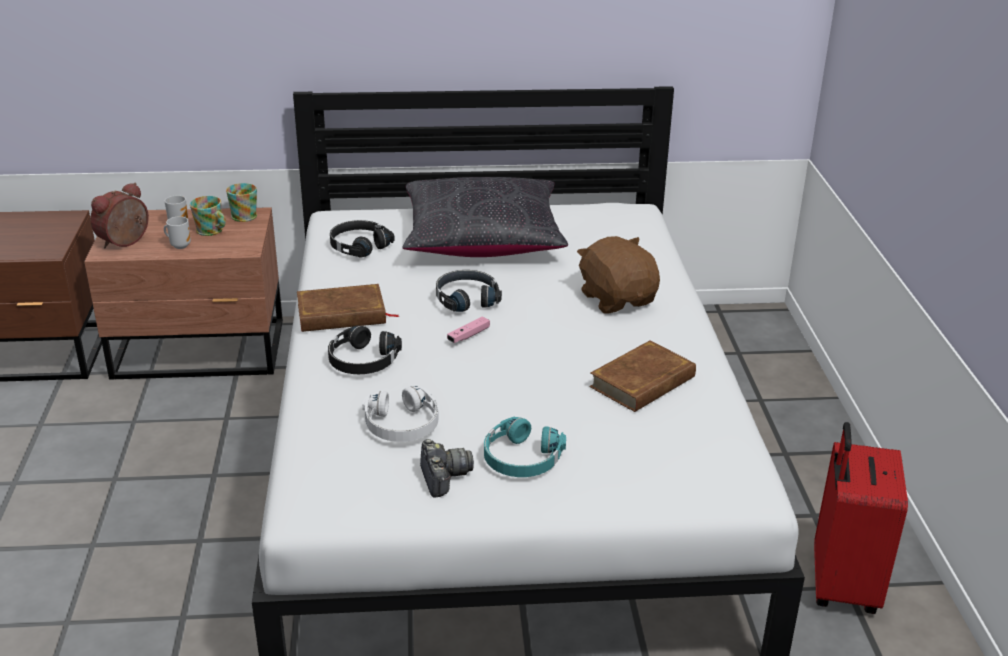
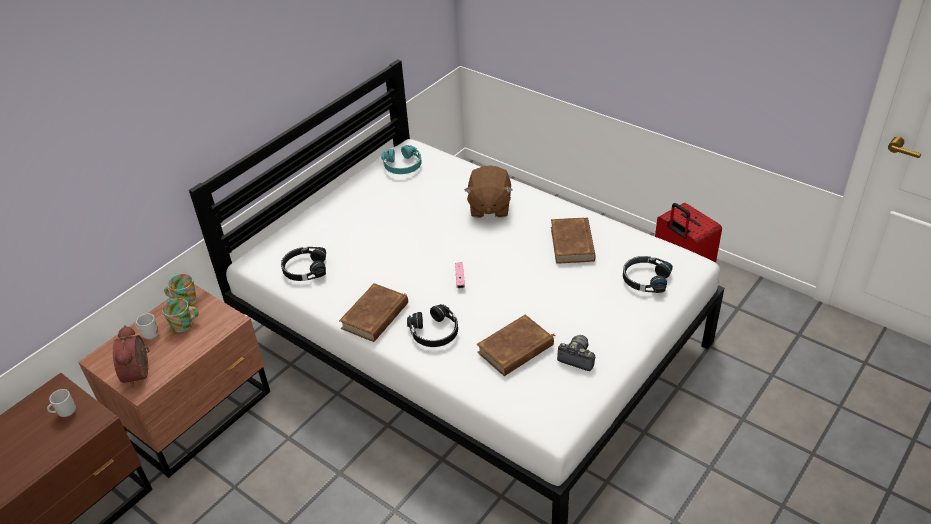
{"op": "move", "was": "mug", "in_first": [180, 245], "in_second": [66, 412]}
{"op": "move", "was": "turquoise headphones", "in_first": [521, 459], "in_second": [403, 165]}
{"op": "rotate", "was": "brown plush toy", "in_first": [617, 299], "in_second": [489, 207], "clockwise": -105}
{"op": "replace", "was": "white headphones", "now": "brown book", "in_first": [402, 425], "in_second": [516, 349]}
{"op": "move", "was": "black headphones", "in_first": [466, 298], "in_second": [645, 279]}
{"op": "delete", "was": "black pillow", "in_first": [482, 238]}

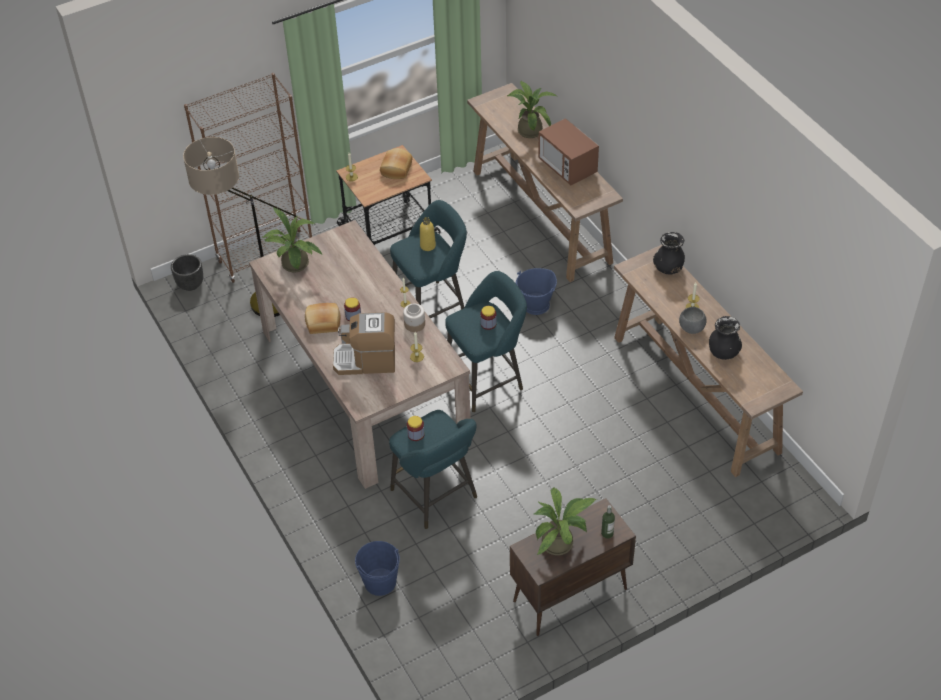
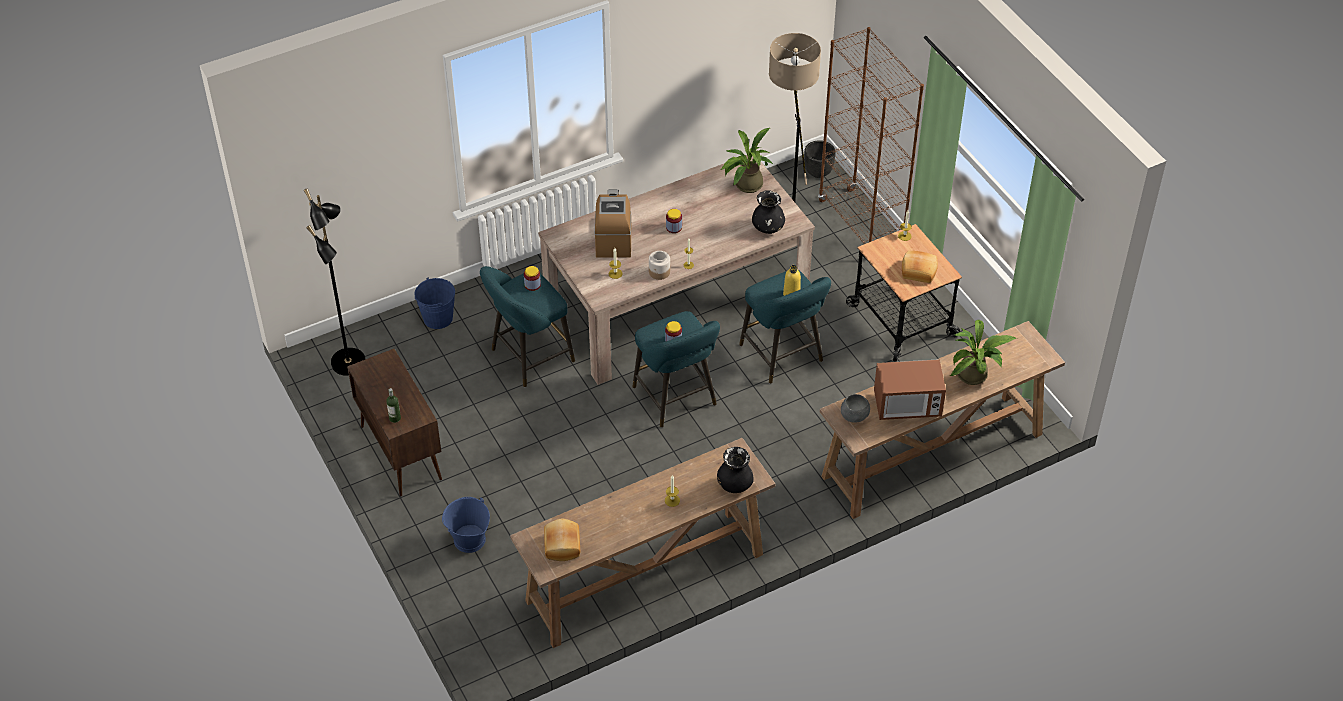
{"op": "insert", "now": "black floor lamp", "in_second": [349, 363]}
{"op": "move", "was": "blue bucket", "in_first": [536, 305], "in_second": [469, 540]}
{"op": "move", "was": "bread", "in_first": [323, 324], "in_second": [561, 545]}
{"op": "move", "was": "black vase", "in_first": [723, 352], "in_second": [768, 228]}
{"op": "move", "was": "grey bowl", "in_first": [692, 328], "in_second": [854, 417]}
{"op": "rotate", "was": "microwave", "in_first": [567, 167], "in_second": [907, 405], "clockwise": -150}
{"op": "delete", "was": "potted plant", "in_first": [561, 543]}

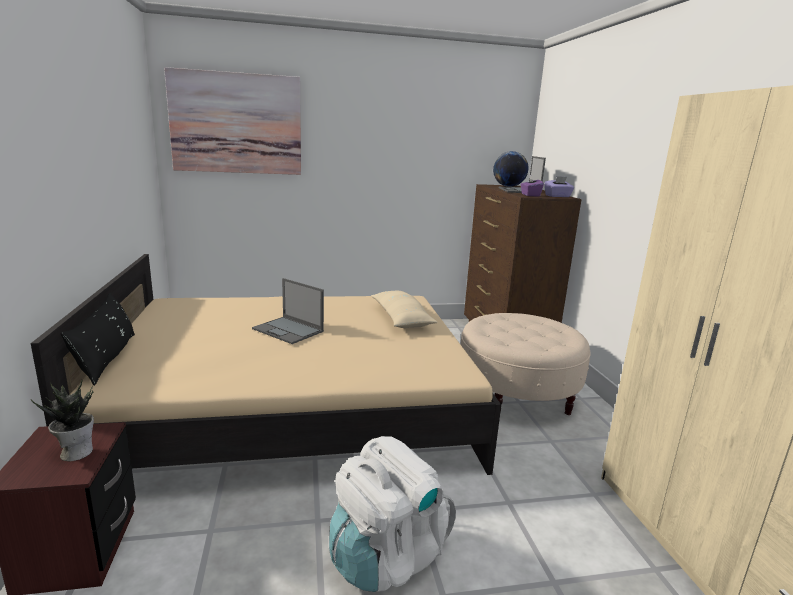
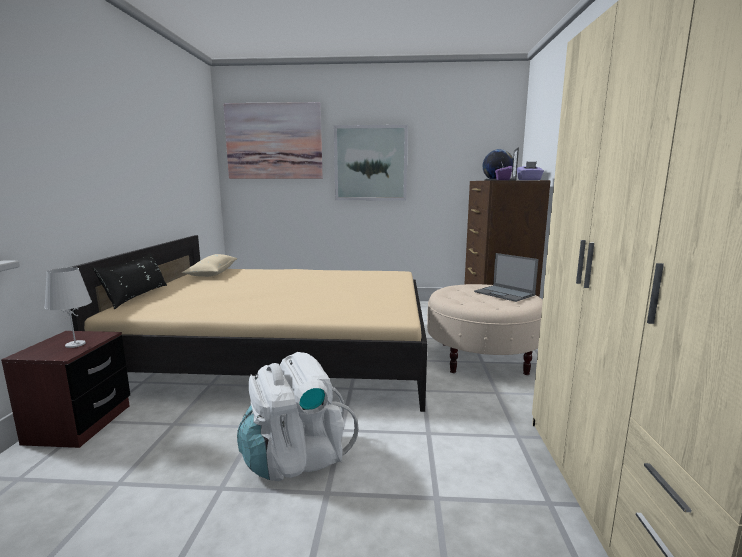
{"op": "replace", "was": "potted plant", "now": "white table lamp", "in_first": [76, 452], "in_second": [75, 344]}
{"op": "move", "was": "beige pillow", "in_first": [401, 318], "in_second": [212, 273]}
{"op": "insert", "now": "picture", "in_second": [370, 163]}
{"op": "move", "was": "laptop", "in_first": [288, 330], "in_second": [505, 293]}

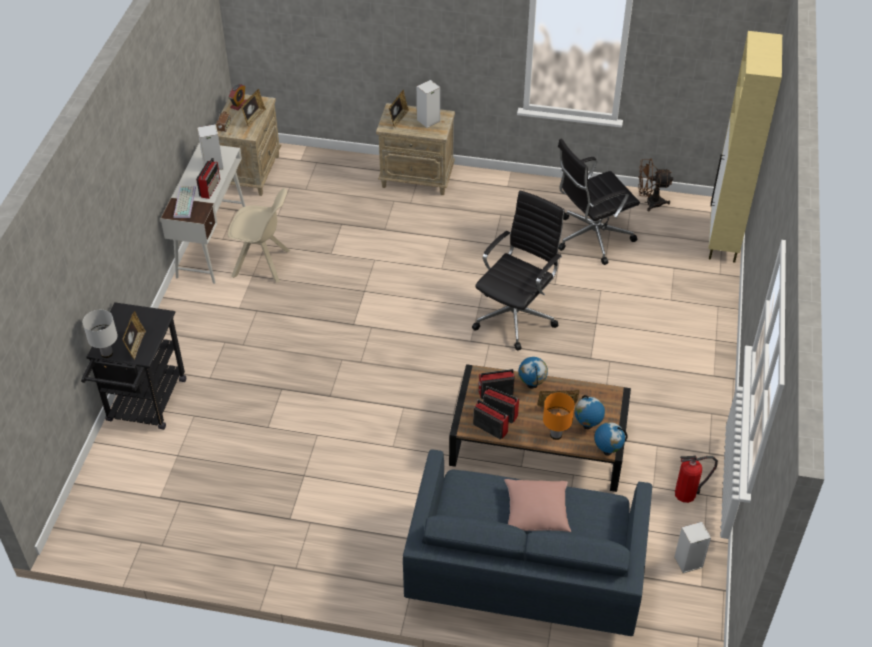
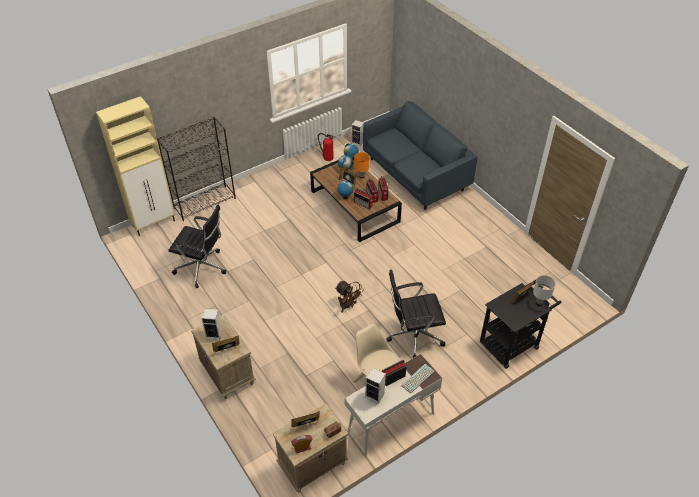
{"op": "insert", "now": "black bookcase", "in_second": [205, 203]}
{"op": "move", "was": "brown fan", "in_first": [649, 202], "in_second": [347, 306]}
{"op": "move", "was": "black office chair", "in_first": [516, 316], "in_second": [413, 336]}
{"op": "delete", "was": "pink pillow", "in_first": [536, 512]}

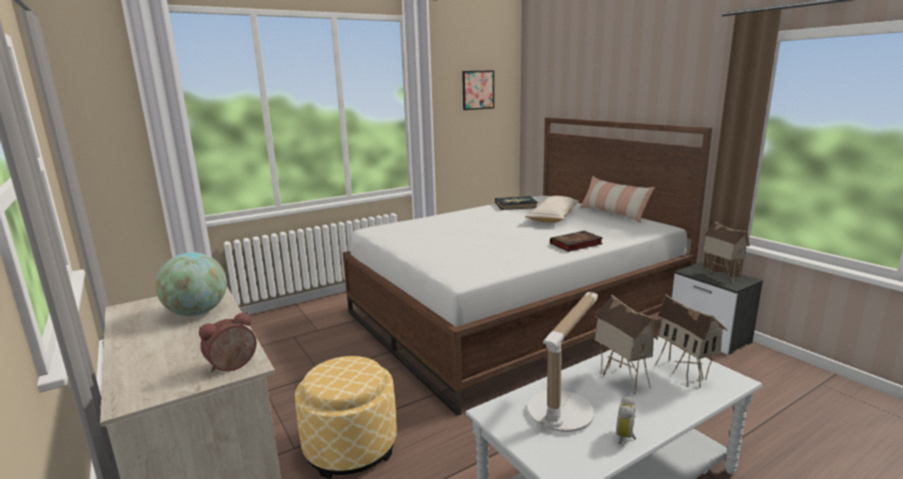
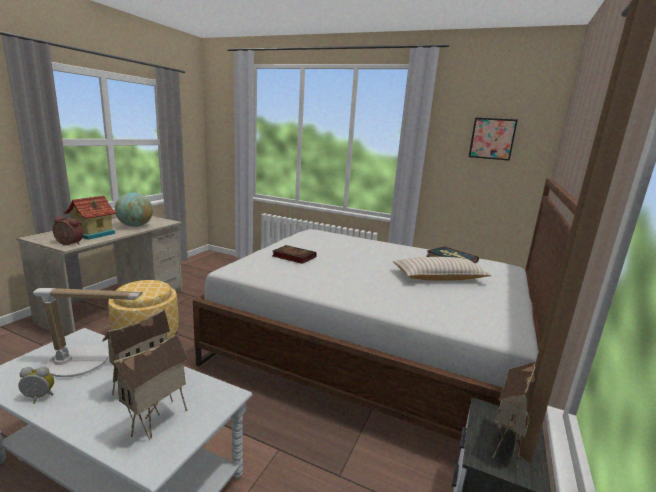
{"op": "insert", "now": "toy house", "in_second": [94, 234]}
{"op": "move", "was": "book", "in_first": [575, 244], "in_second": [292, 256]}
{"op": "delete", "was": "pillow", "in_first": [613, 213]}

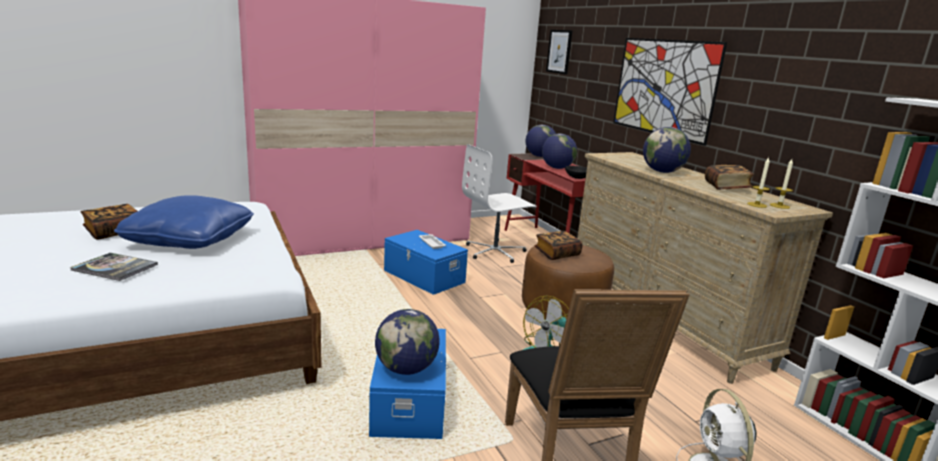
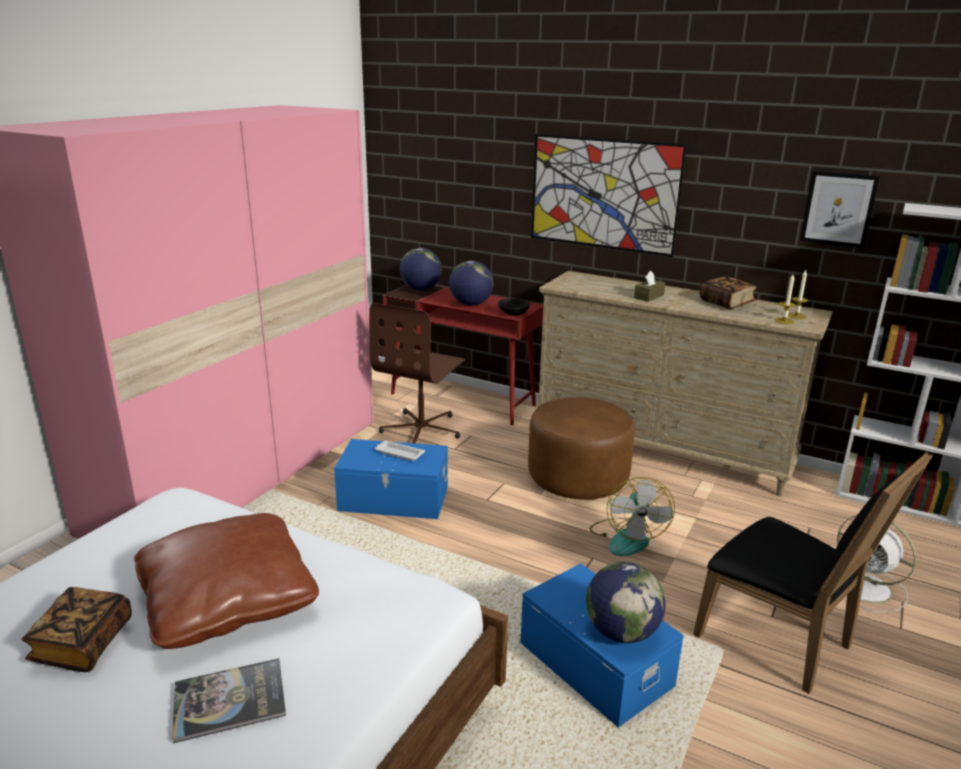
{"op": "recolor", "was": "blue pillow", "now": "brown pillow", "in_first": [189, 240], "in_second": [228, 600]}
{"op": "recolor", "was": "white office chair", "now": "brown office chair", "in_first": [495, 251], "in_second": [422, 429]}
{"op": "replace", "was": "globe", "now": "brown tissue box", "in_first": [662, 172], "in_second": [649, 296]}
{"op": "move", "was": "picture", "in_first": [559, 51], "in_second": [838, 209]}
{"op": "delete", "was": "book", "in_first": [557, 254]}

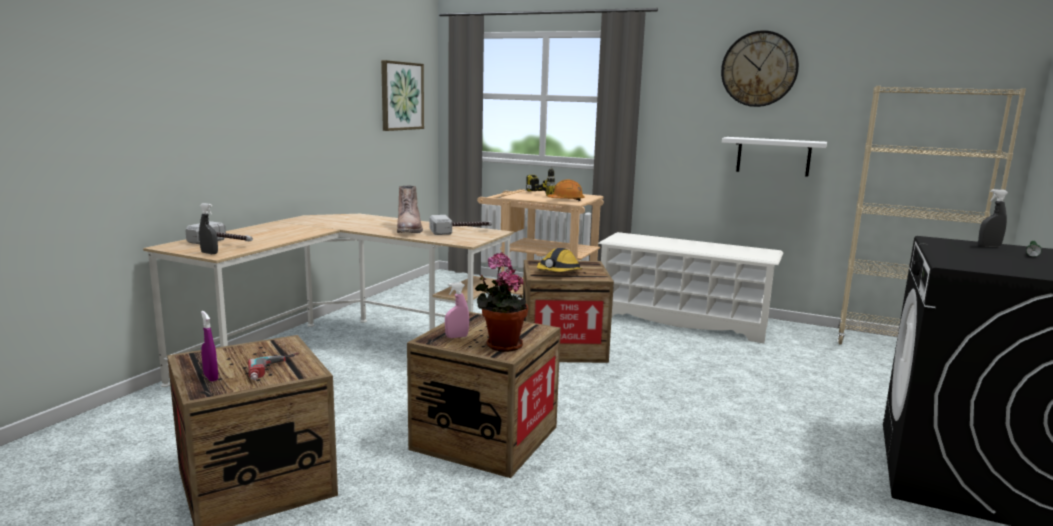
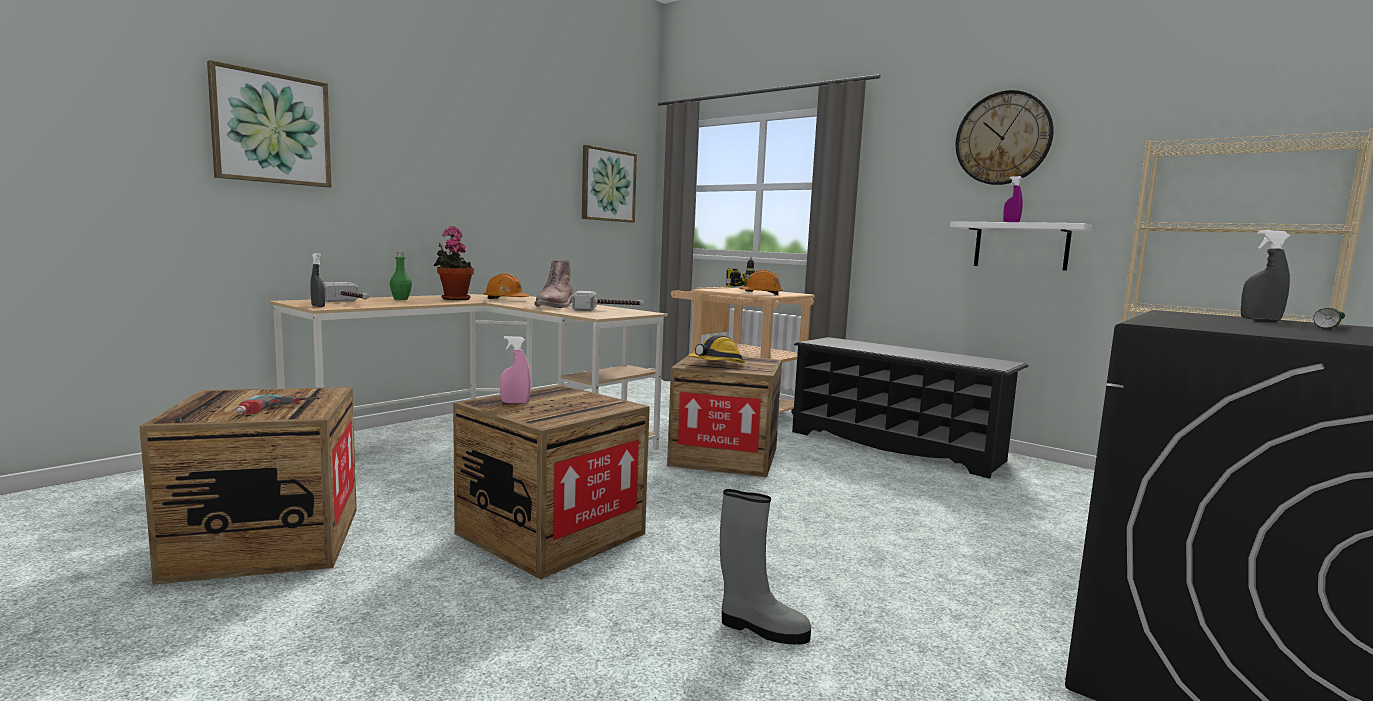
{"op": "insert", "now": "picture", "in_second": [271, 128]}
{"op": "insert", "now": "green bottle", "in_second": [401, 299]}
{"op": "move", "was": "potted plant", "in_first": [501, 345], "in_second": [454, 299]}
{"op": "insert", "now": "orange hard hat", "in_second": [506, 300]}
{"op": "insert", "now": "grey boot", "in_second": [761, 628]}
{"op": "recolor", "was": "white shoe rack", "now": "black shoe rack", "in_first": [683, 321], "in_second": [896, 446]}
{"op": "move", "was": "purple spray bottle", "in_first": [211, 377], "in_second": [1011, 222]}

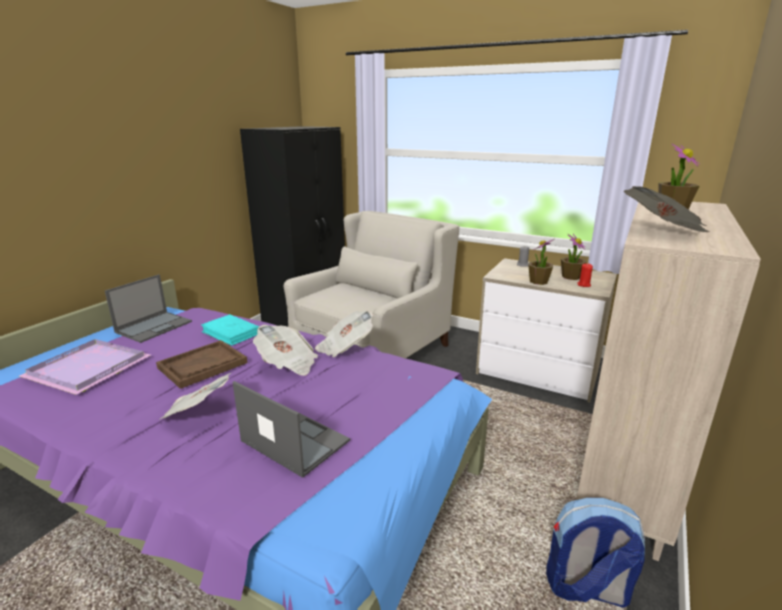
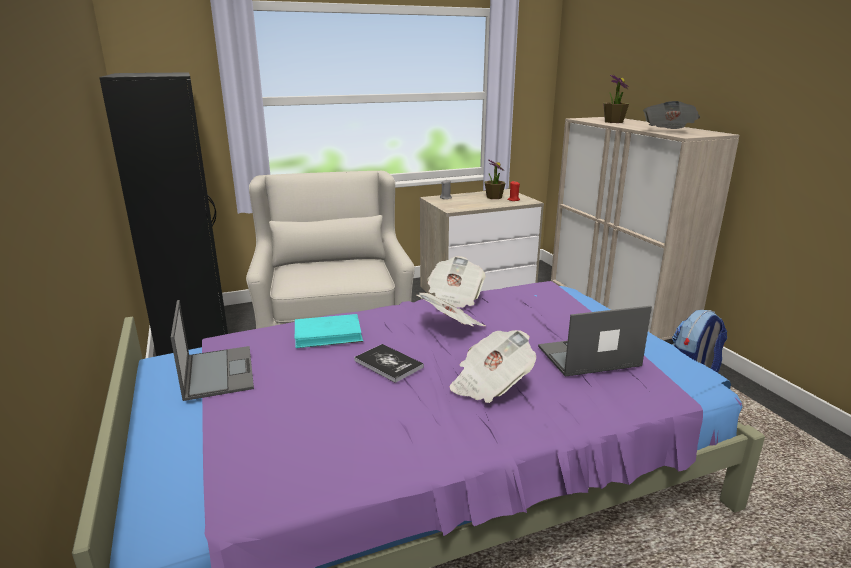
{"op": "replace", "was": "brown tray", "now": "book", "in_first": [202, 365], "in_second": [388, 364]}
{"op": "delete", "was": "purple tray", "in_first": [89, 367]}
{"op": "delete", "was": "potted plant", "in_first": [538, 281]}

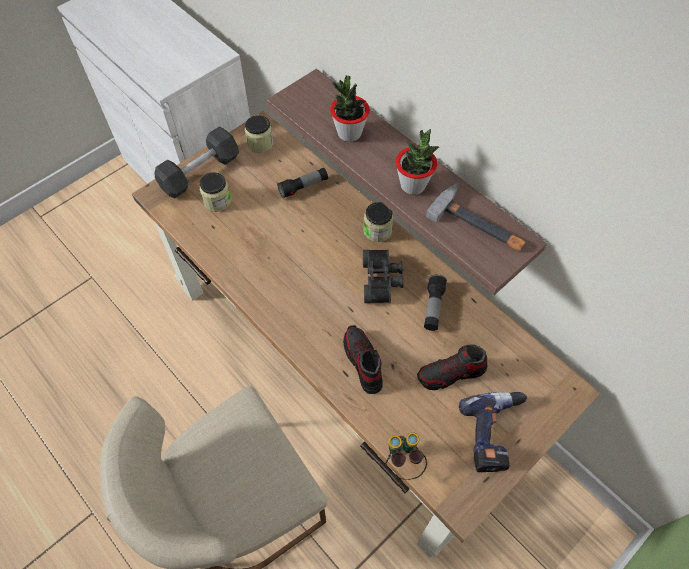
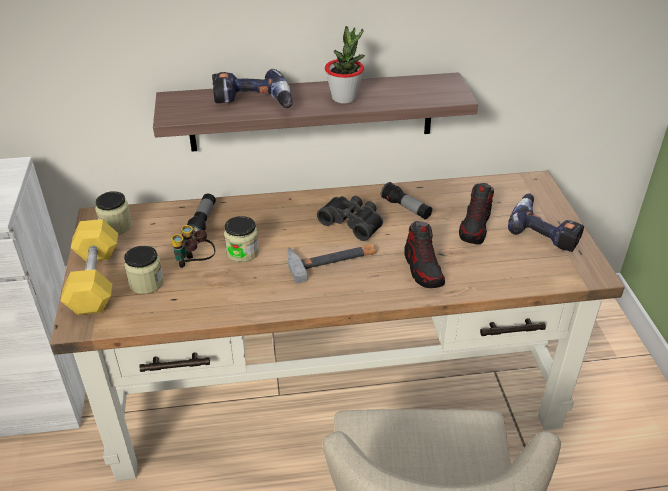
{"op": "recolor", "was": "grey dumbbell", "now": "yellow dumbbell", "in_first": [200, 172], "in_second": [95, 280]}
{"op": "move", "was": "binoculars", "in_first": [403, 462], "in_second": [195, 265]}
{"op": "replace", "was": "potted plant", "now": "power drill", "in_first": [349, 133], "in_second": [253, 103]}
{"op": "move", "was": "jar", "in_first": [377, 231], "in_second": [242, 252]}
{"op": "move", "was": "hammer", "in_first": [479, 224], "in_second": [332, 260]}
{"op": "rotate", "was": "shoe", "in_first": [363, 362], "in_second": [423, 268], "clockwise": -120}

